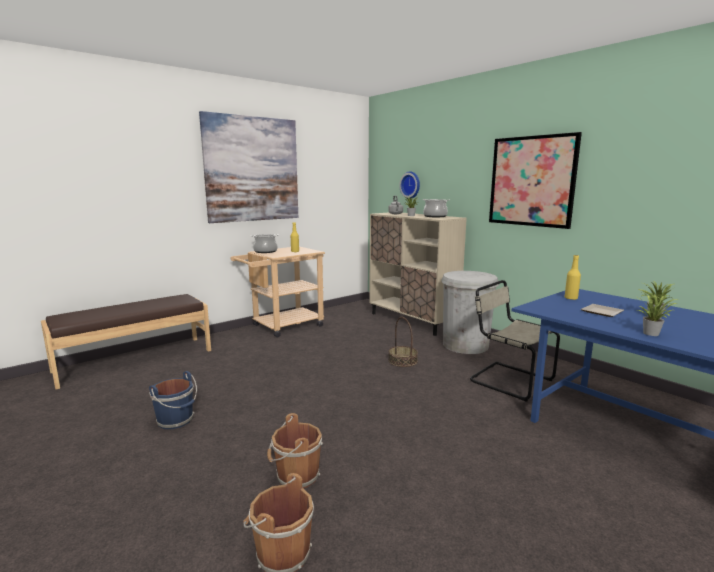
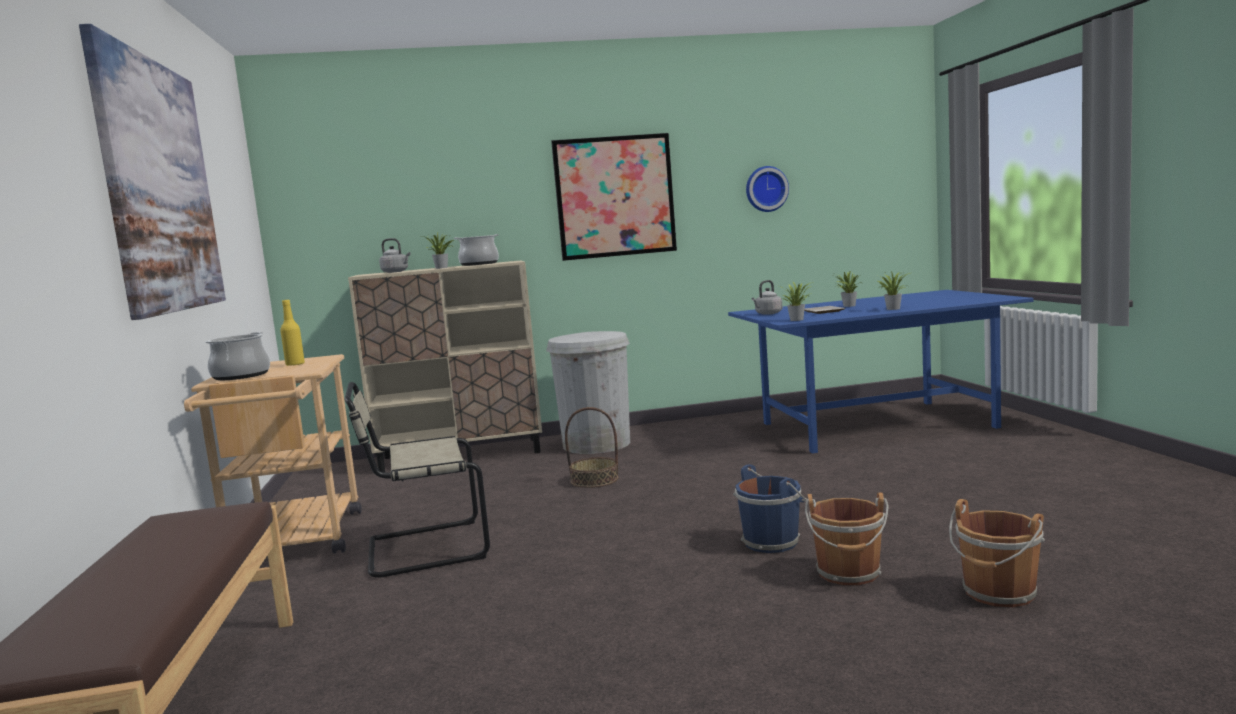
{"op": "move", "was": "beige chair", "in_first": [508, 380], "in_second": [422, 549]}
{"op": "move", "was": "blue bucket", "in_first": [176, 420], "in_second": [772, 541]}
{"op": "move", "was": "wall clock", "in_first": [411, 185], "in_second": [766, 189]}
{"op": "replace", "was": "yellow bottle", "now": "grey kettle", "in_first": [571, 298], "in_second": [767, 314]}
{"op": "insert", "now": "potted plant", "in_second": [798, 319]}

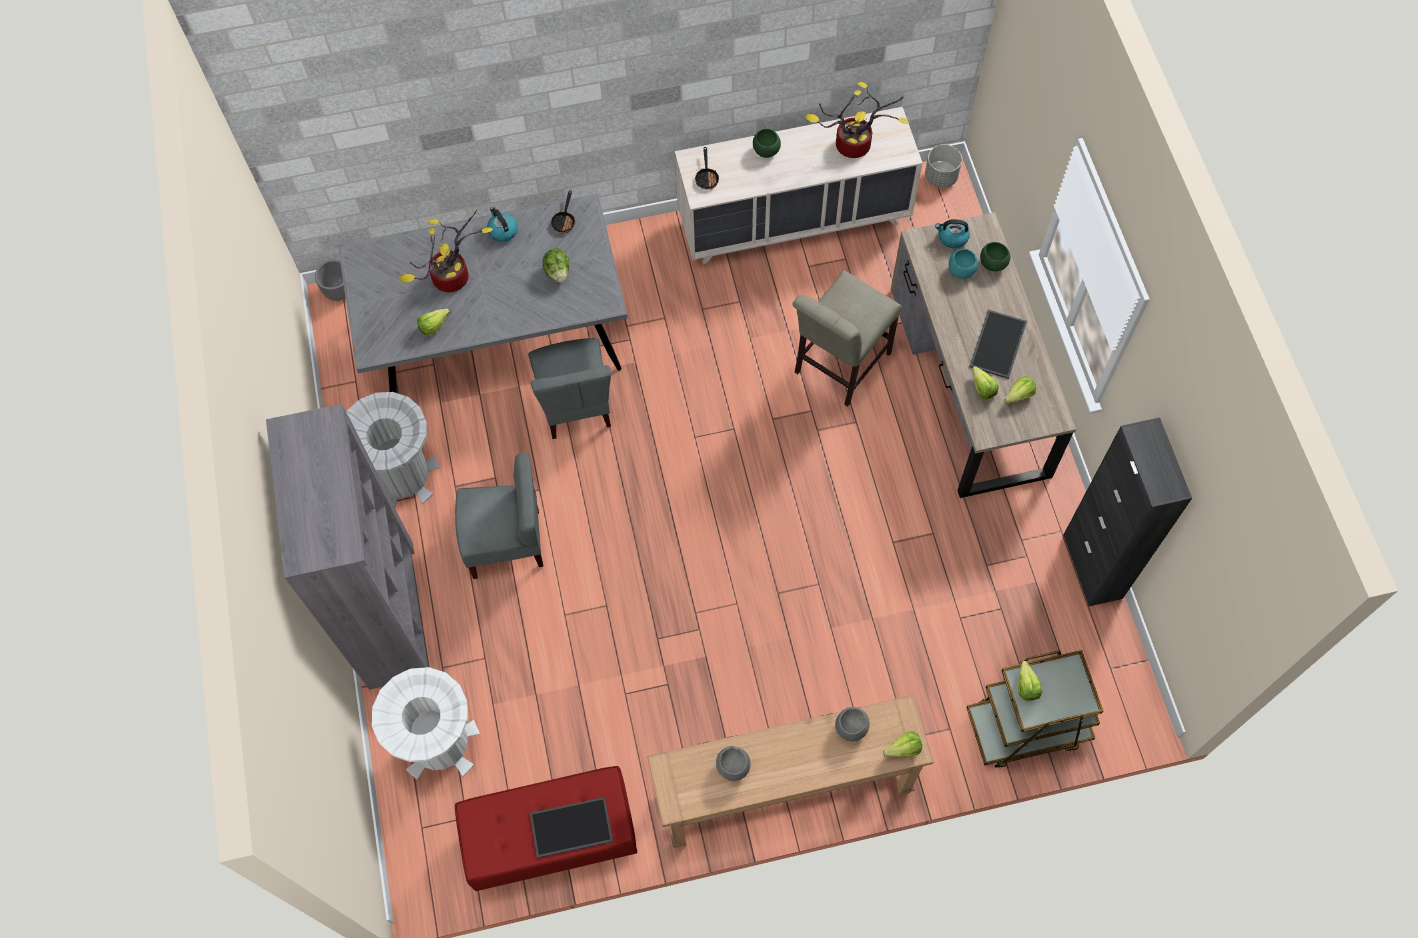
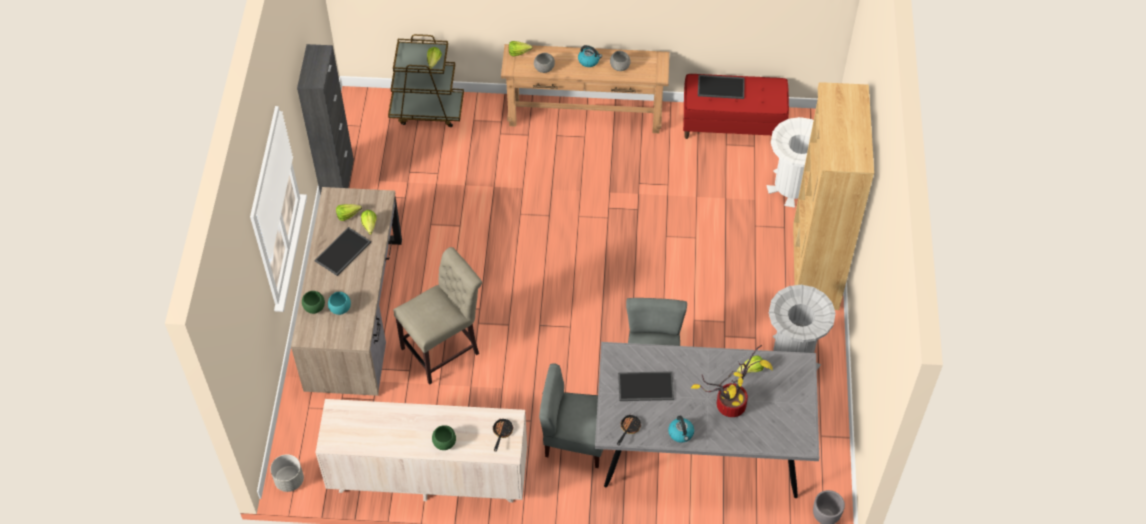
{"op": "move", "was": "grey chair", "in_first": [507, 542], "in_second": [575, 440]}
{"op": "move", "was": "kettle", "in_first": [952, 237], "in_second": [589, 61]}
{"op": "replace", "was": "lettuce", "now": "tray", "in_first": [558, 272], "in_second": [645, 387]}
{"op": "recolor", "was": "grey bookcase", "now": "brown bookcase", "in_first": [391, 614], "in_second": [814, 267]}
{"op": "delete", "was": "potted plant", "in_first": [851, 147]}

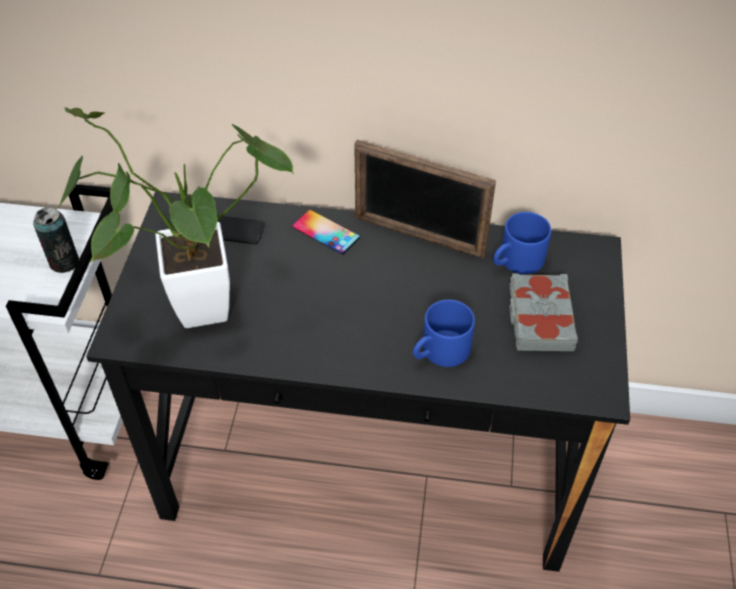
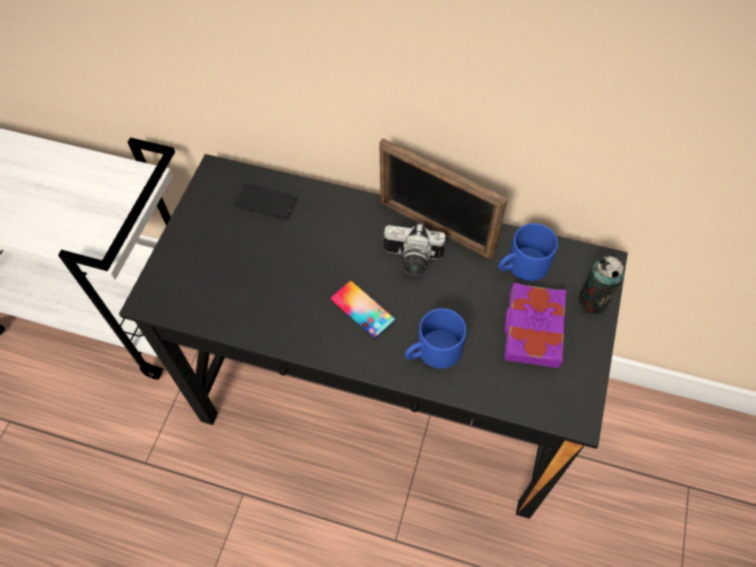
{"op": "move", "was": "phone", "in_first": [326, 232], "in_second": [362, 309]}
{"op": "insert", "now": "photo camera", "in_second": [412, 261]}
{"op": "recolor", "was": "grey book", "now": "purple book", "in_first": [539, 318], "in_second": [532, 329]}
{"op": "move", "was": "can", "in_first": [64, 262], "in_second": [592, 301]}
{"op": "delete", "was": "potted plant", "in_first": [189, 311]}

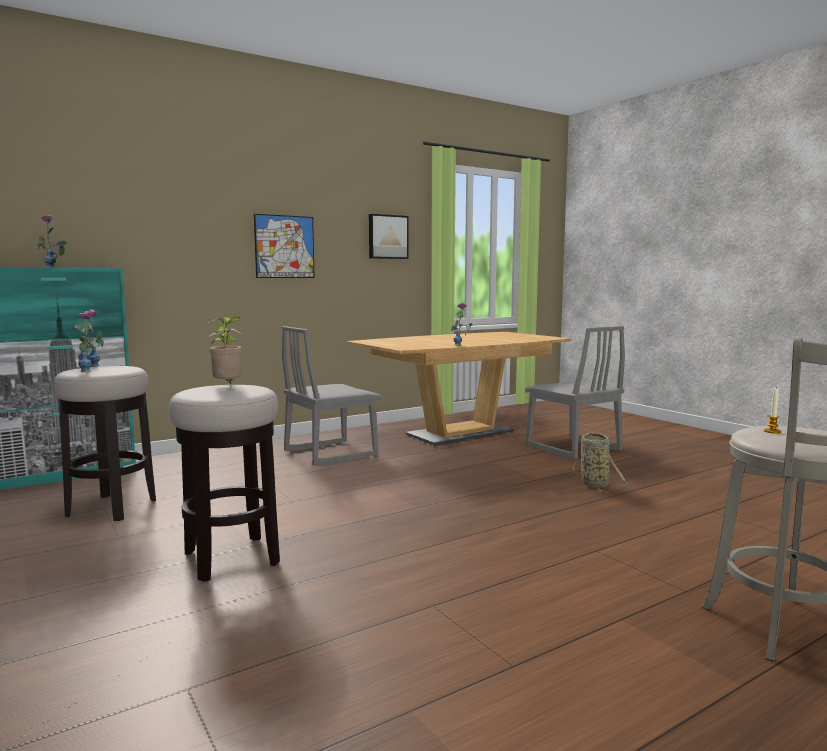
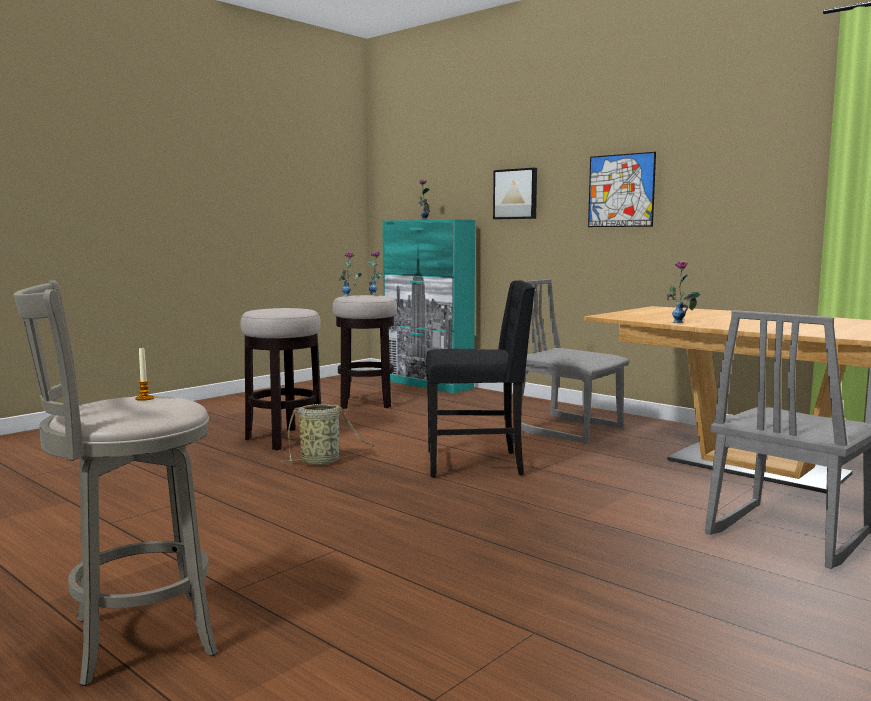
{"op": "move", "was": "basket", "in_first": [593, 484], "in_second": [323, 462]}
{"op": "insert", "now": "black chair", "in_second": [476, 464]}
{"op": "move", "was": "picture", "in_first": [387, 237], "in_second": [516, 194]}
{"op": "delete", "was": "potted plant", "in_first": [228, 387]}

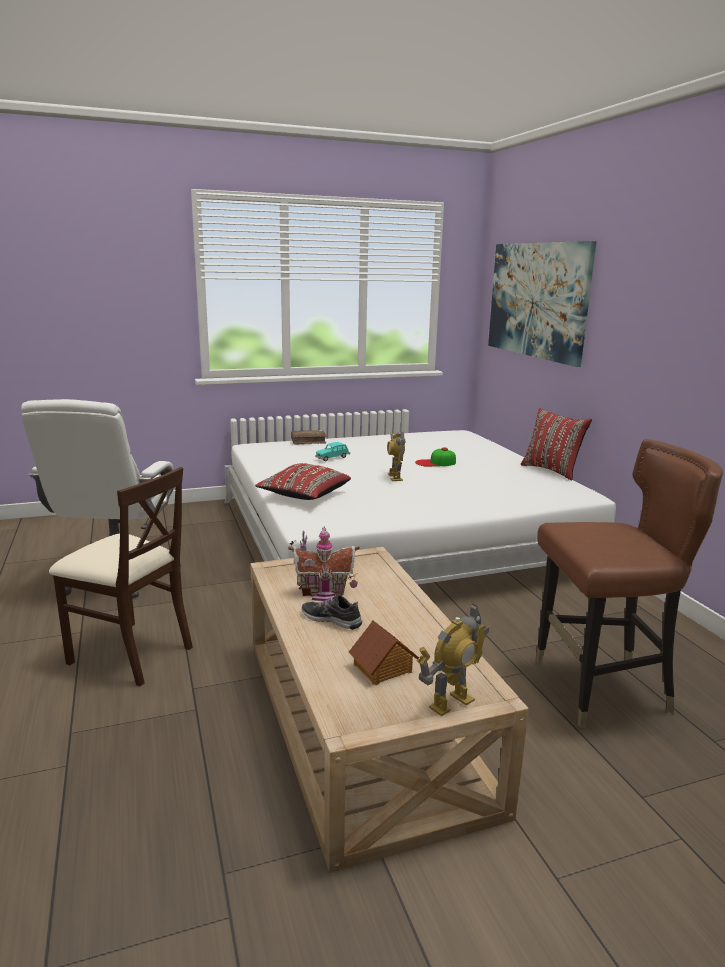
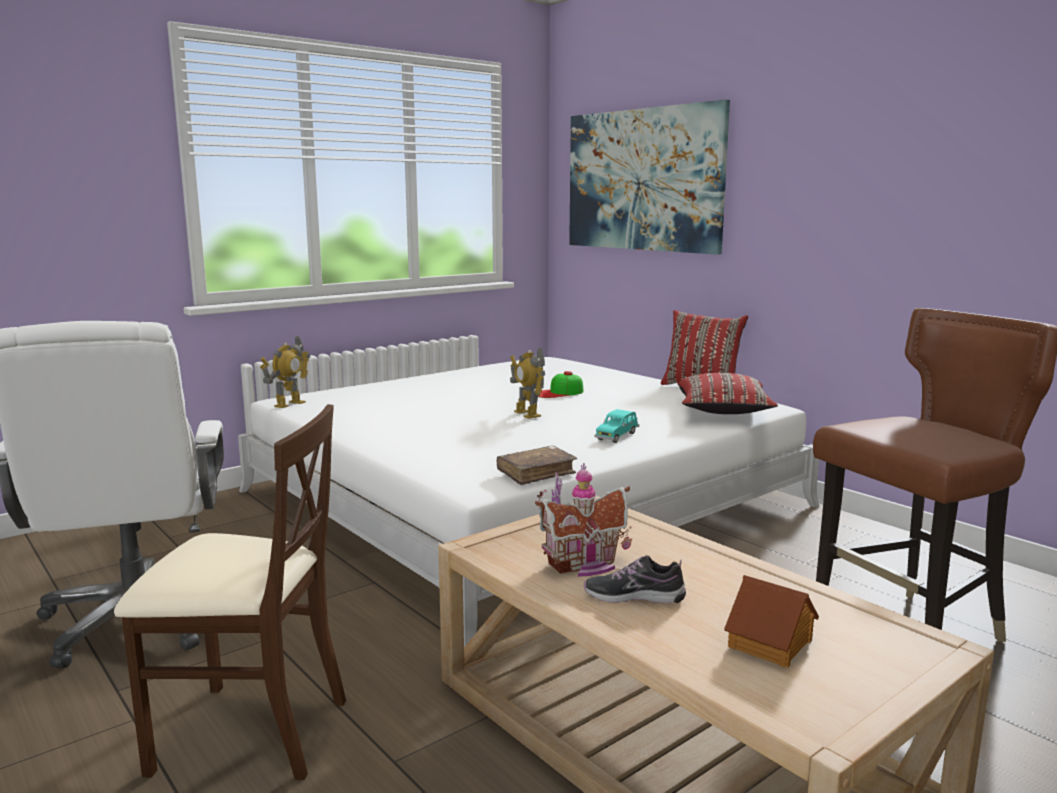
{"op": "move", "was": "toy robot", "in_first": [451, 703], "in_second": [289, 404]}
{"op": "move", "was": "brown book", "in_first": [308, 441], "in_second": [536, 473]}
{"op": "move", "was": "turquoise toy car", "in_first": [332, 458], "in_second": [617, 436]}
{"op": "move", "was": "red pillow", "in_first": [304, 495], "in_second": [723, 412]}

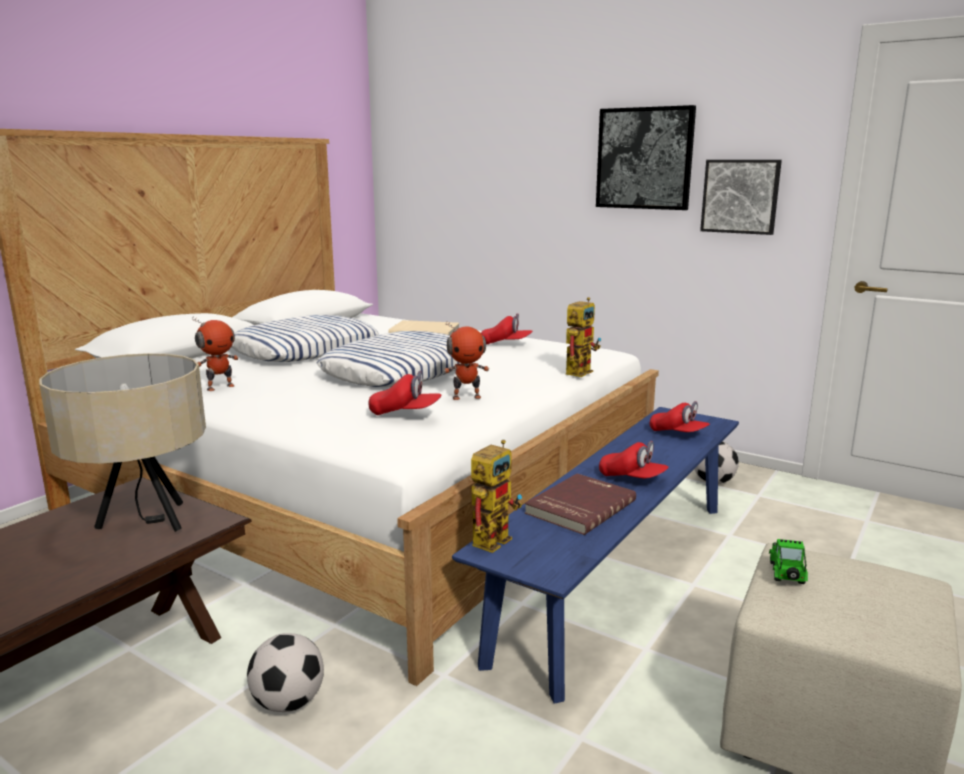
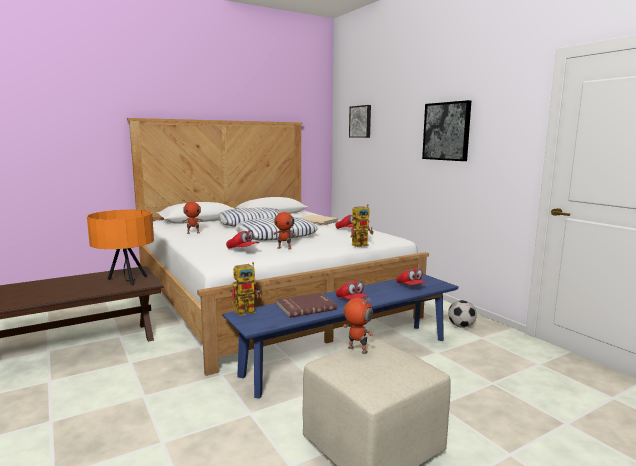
{"op": "recolor", "was": "beige table lamp", "now": "orange table lamp", "in_first": [143, 522], "in_second": [125, 280]}
{"op": "replace", "was": "toy car", "now": "toy robot", "in_first": [787, 574], "in_second": [356, 350]}
{"op": "move", "was": "picture", "in_first": [740, 196], "in_second": [361, 121]}
{"op": "delete", "was": "football", "in_first": [288, 702]}

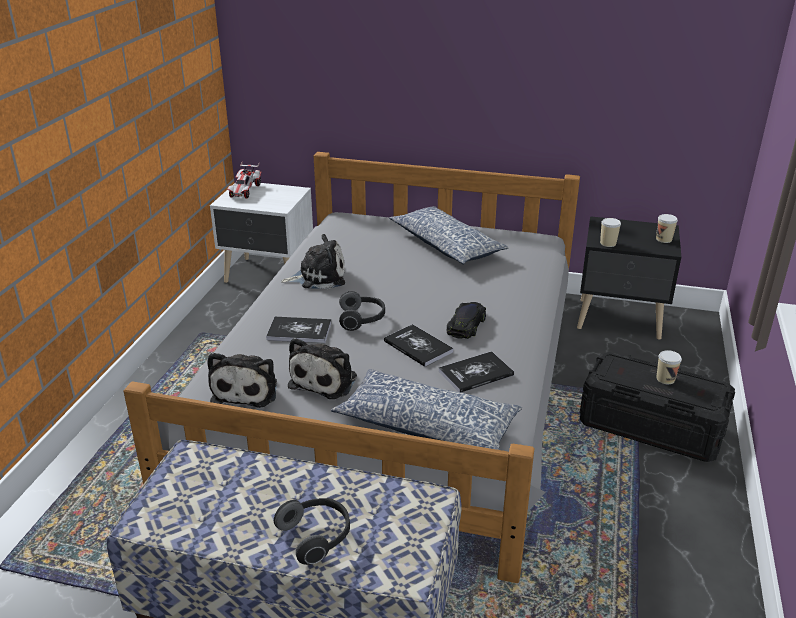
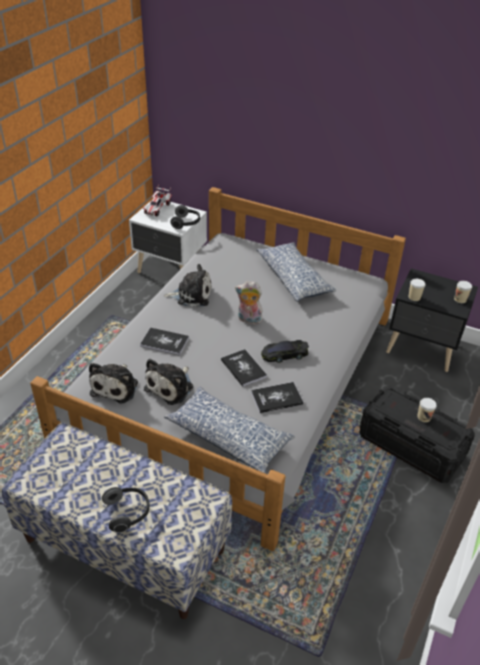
{"op": "move", "was": "headphones", "in_first": [362, 319], "in_second": [186, 223]}
{"op": "insert", "now": "plush toy", "in_second": [248, 320]}
{"op": "rotate", "was": "black toy car", "in_first": [466, 324], "in_second": [284, 354], "clockwise": -135}

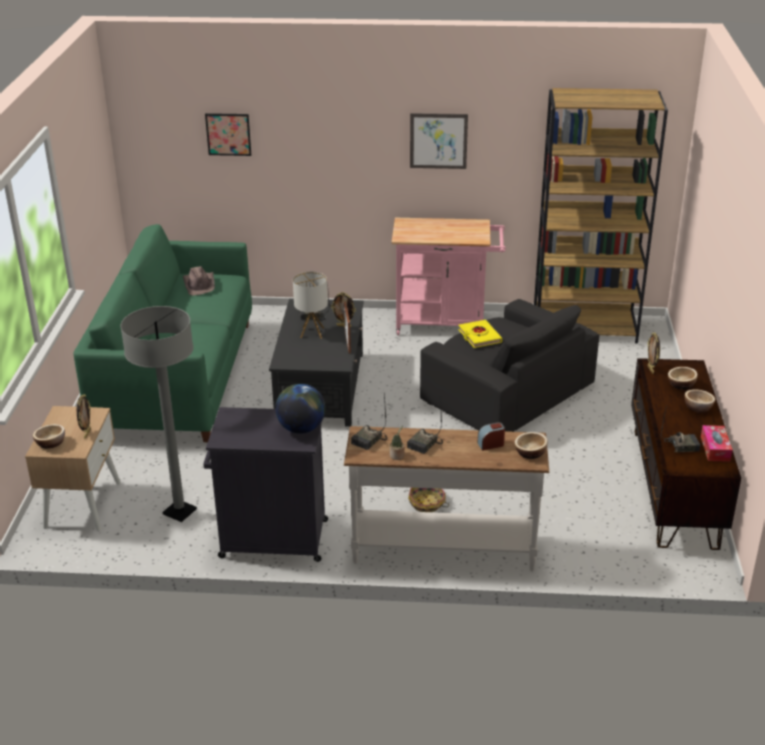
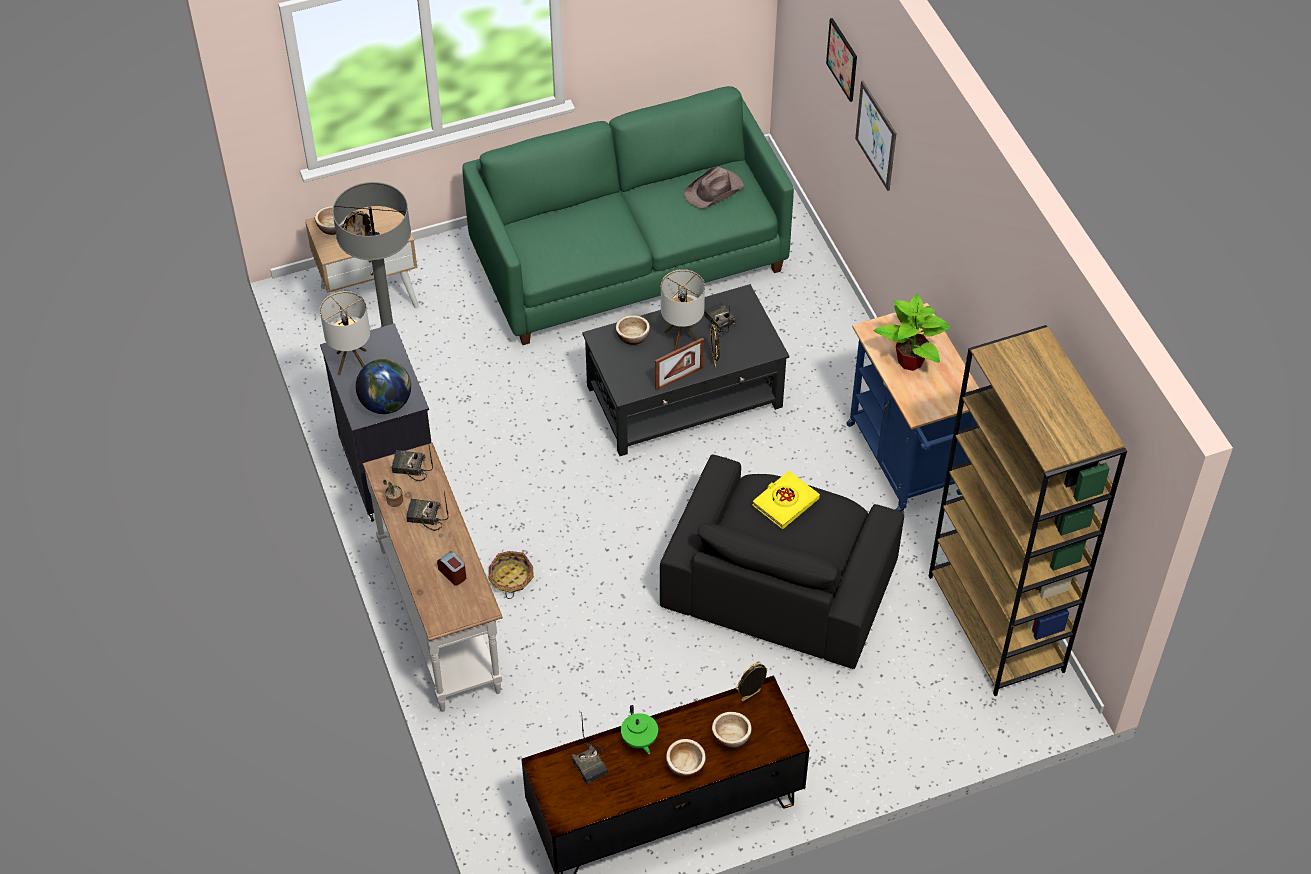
{"op": "insert", "now": "table lamp", "in_second": [352, 362]}
{"op": "move", "was": "bowl", "in_first": [530, 453], "in_second": [632, 336]}
{"op": "insert", "now": "green teapot", "in_second": [639, 740]}
{"op": "recolor", "was": "pink cart", "now": "blue cart", "in_first": [446, 324], "in_second": [910, 466]}
{"op": "move", "was": "picture", "in_first": [438, 141], "in_second": [876, 135]}
{"op": "insert", "now": "potted plant", "in_second": [911, 361]}
{"op": "delete", "was": "tissue box", "in_first": [715, 448]}

